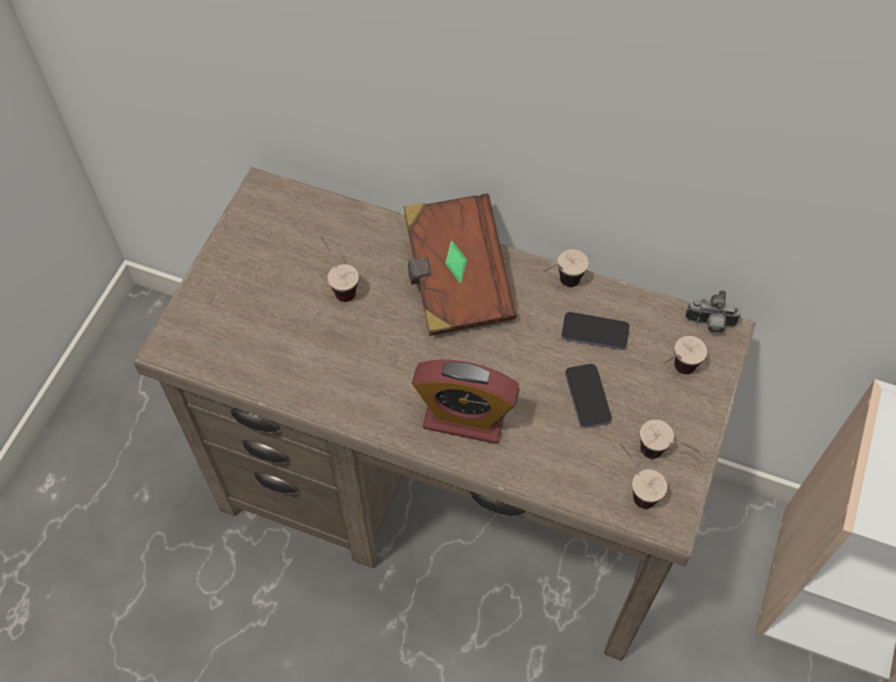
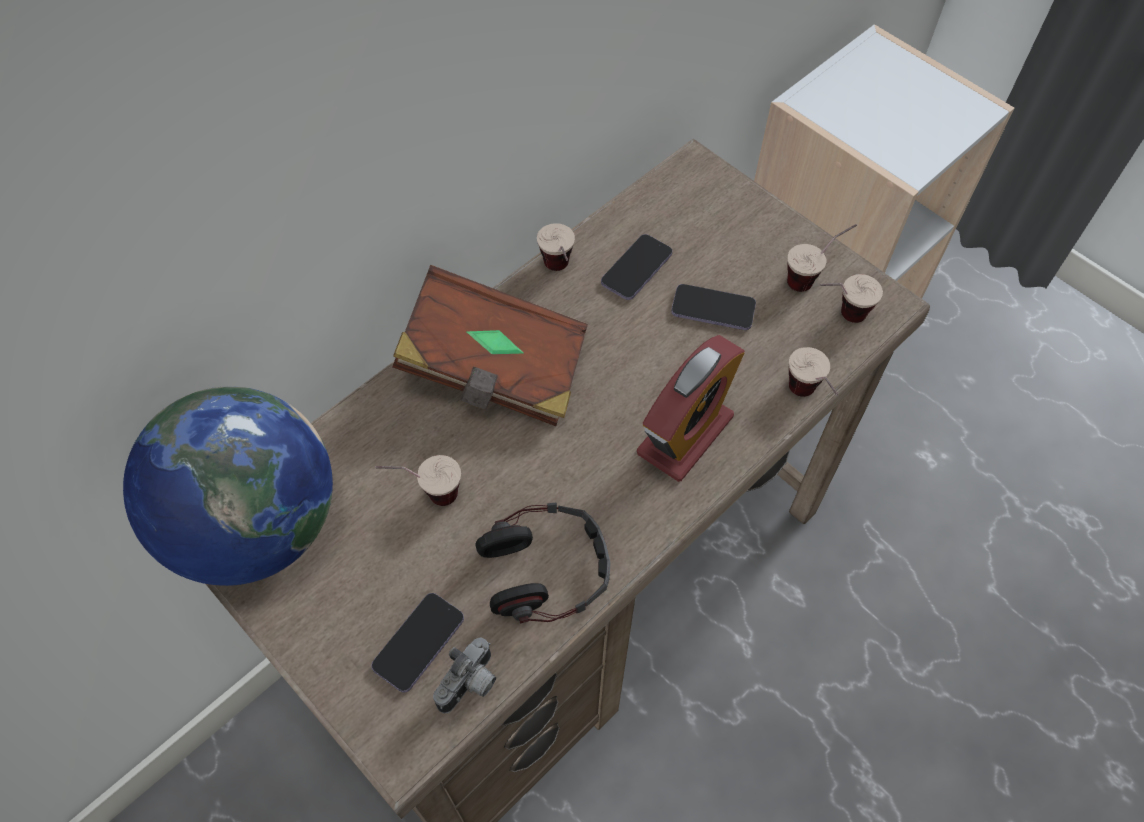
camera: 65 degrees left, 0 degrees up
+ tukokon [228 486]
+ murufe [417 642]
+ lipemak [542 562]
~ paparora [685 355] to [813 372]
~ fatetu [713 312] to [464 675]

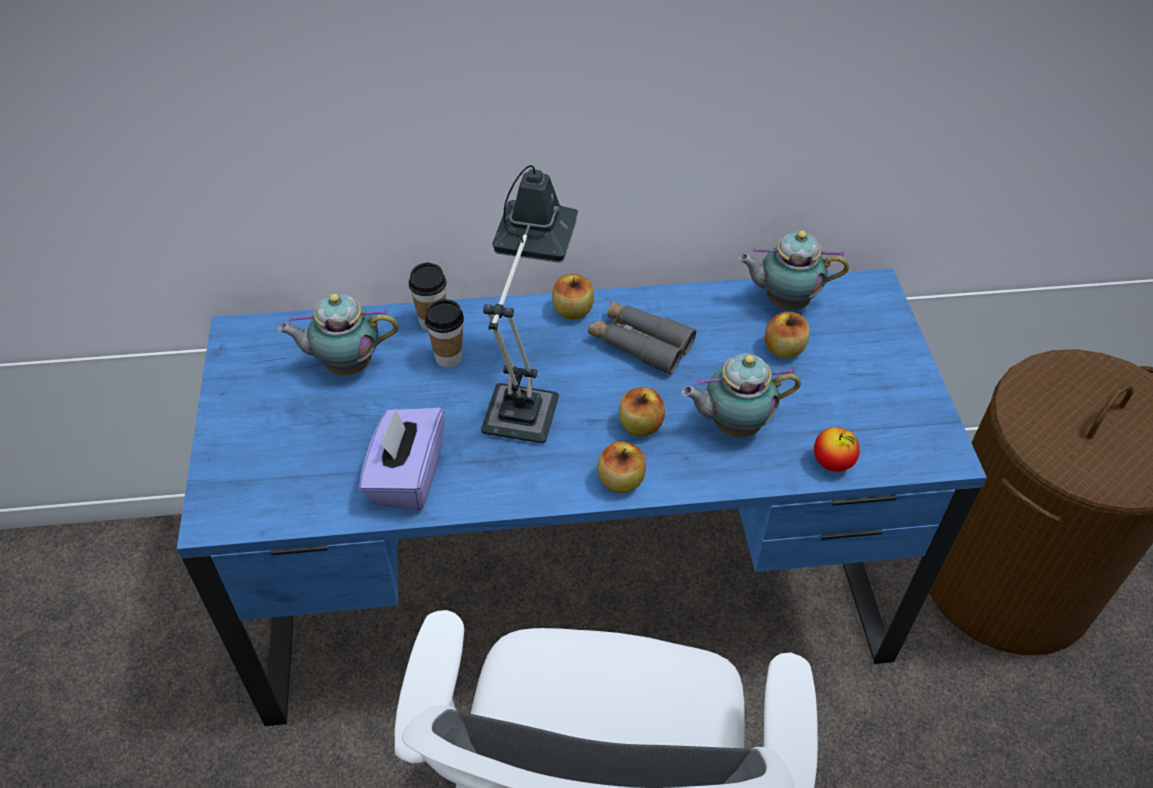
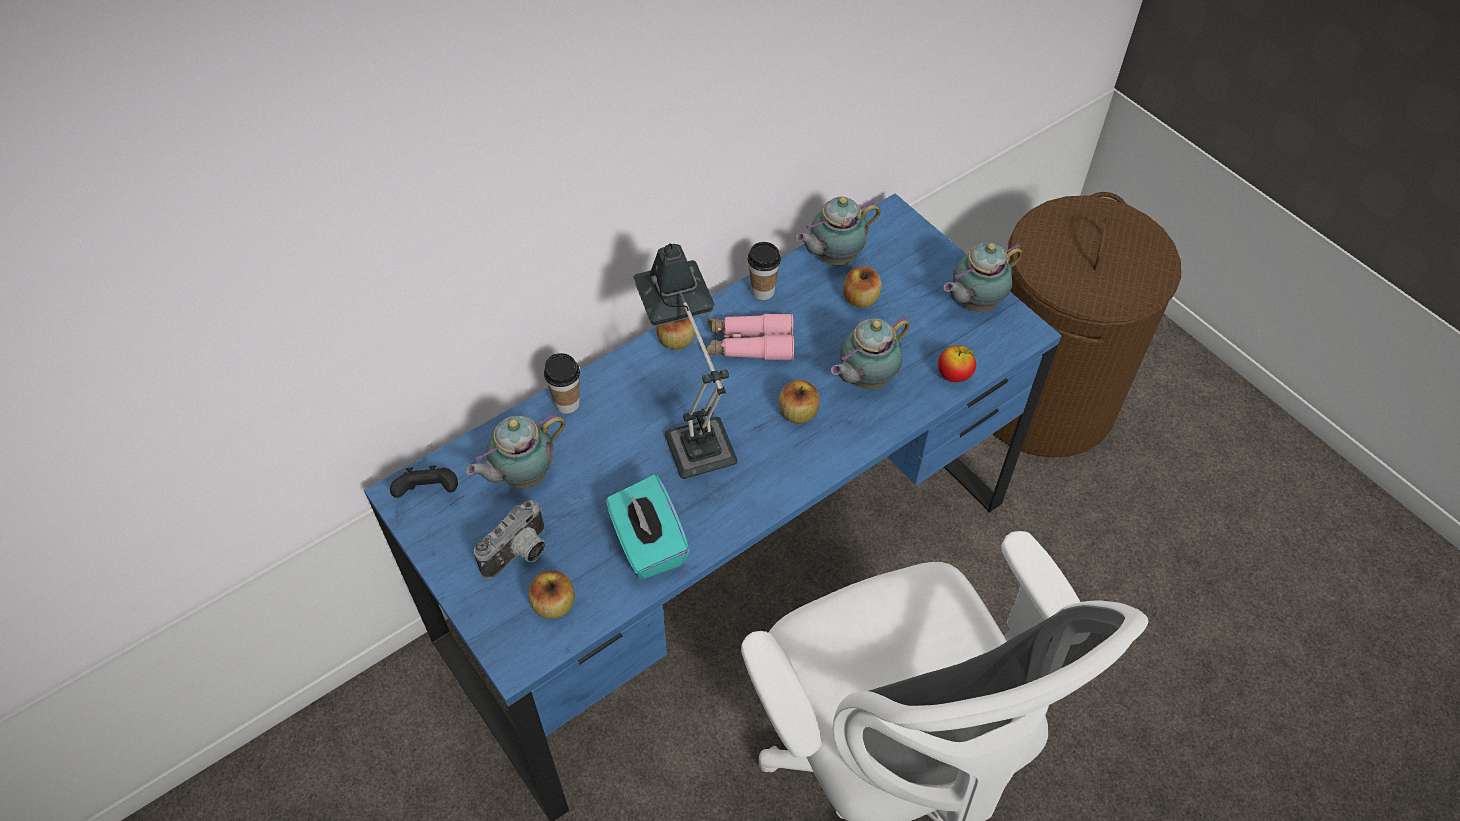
camera: 30 degrees left, 5 degrees up
+ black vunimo [424 482]
+ fatetu [509 539]
+ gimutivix [982 277]
~ paparora [444 333] to [764 271]
~ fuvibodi [621 467] to [551 595]
~ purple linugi [401 459] to turquoise linugi [648 527]
~ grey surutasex [642 337] to pink surutasex [750 337]

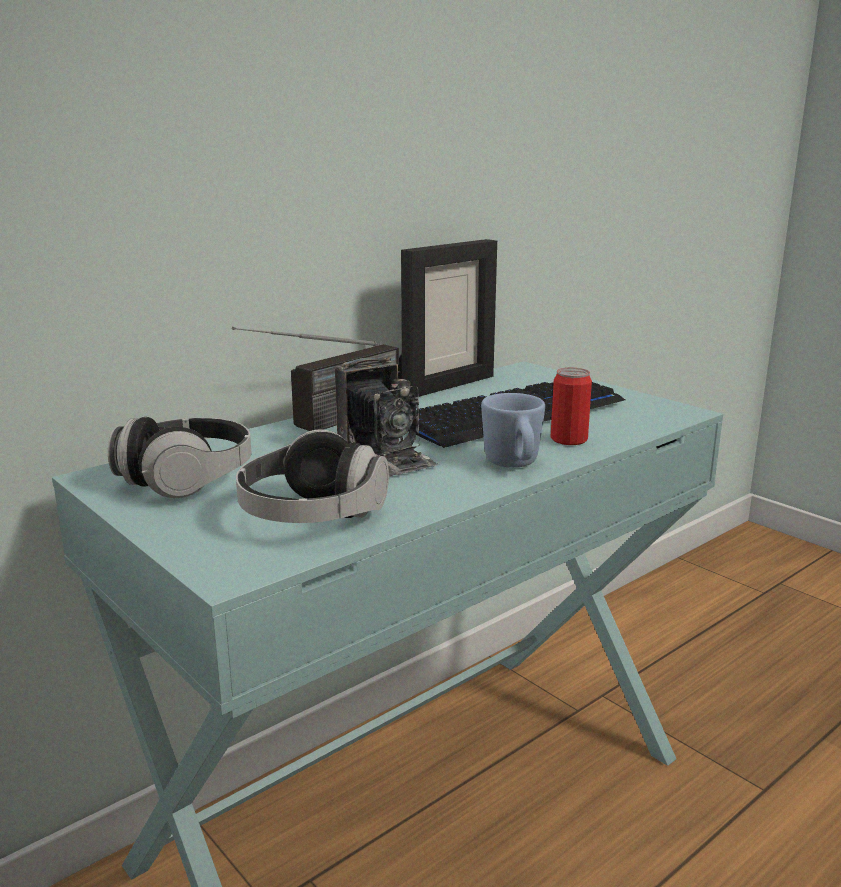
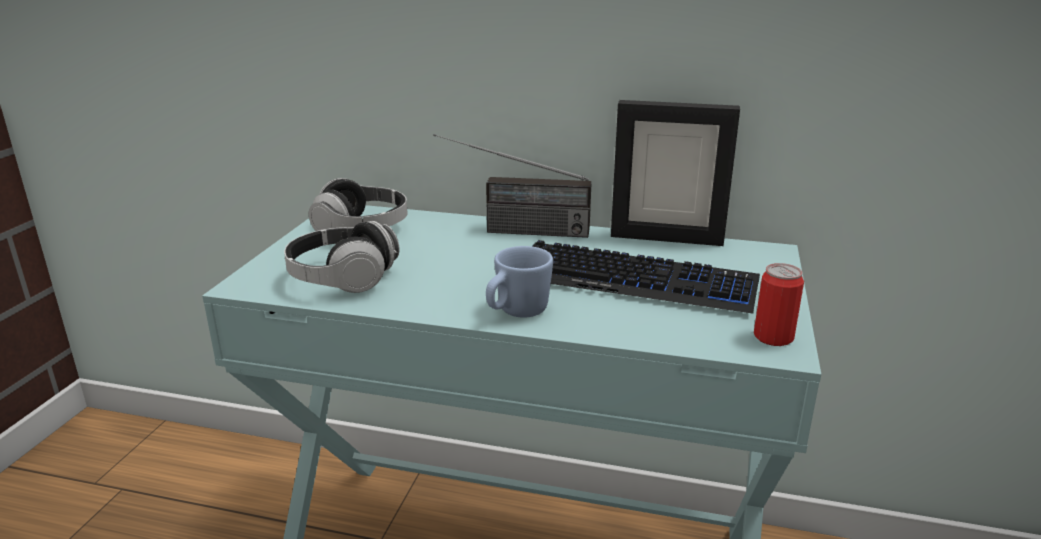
camera: 55 degrees right, 5 degrees up
- fatetu [387 417]
~ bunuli [571 406] to [779 304]

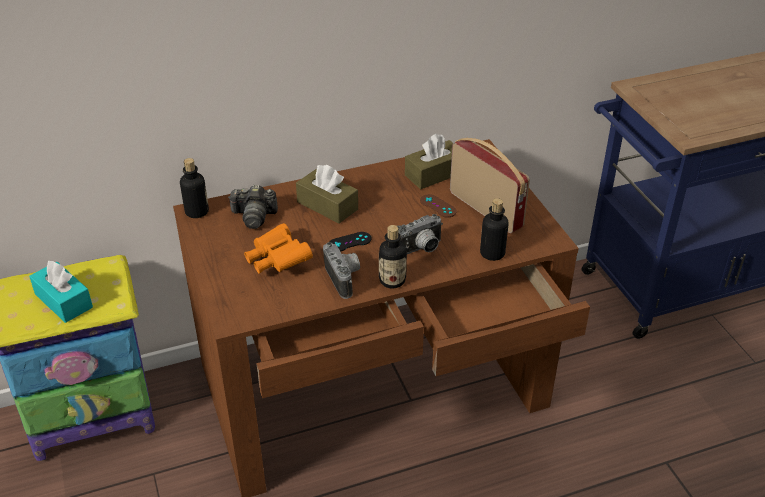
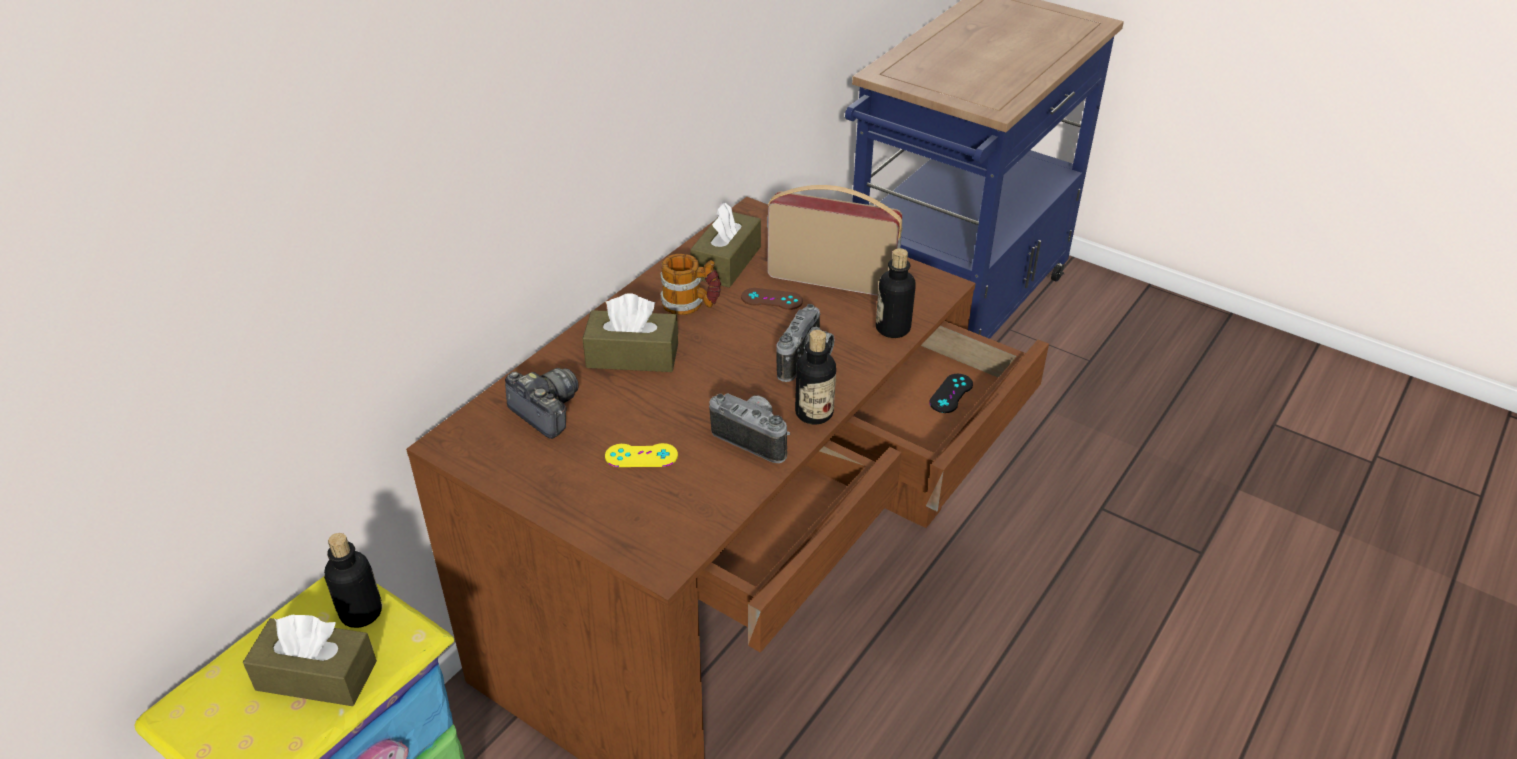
camera: 35 degrees left, 0 degrees up
+ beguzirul [690 284]
~ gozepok [194 188] to [353 580]
~ black vunimo [350 242] to [951 393]
~ orange surutasex [278 248] to yellow vunimo [641 455]
~ turquoise linugi [61 291] to brown linugi [310 660]
~ fatetu [253 207] = [541 403] 105 degrees counterclockwise

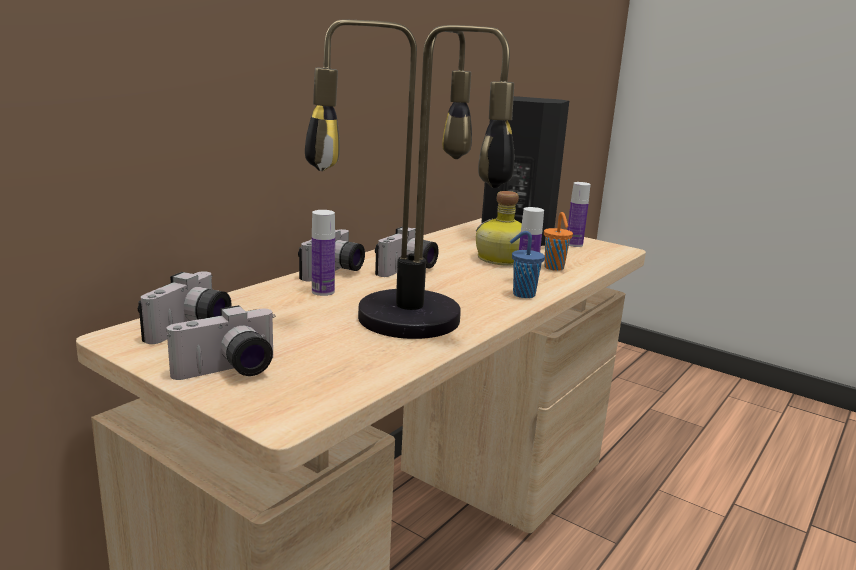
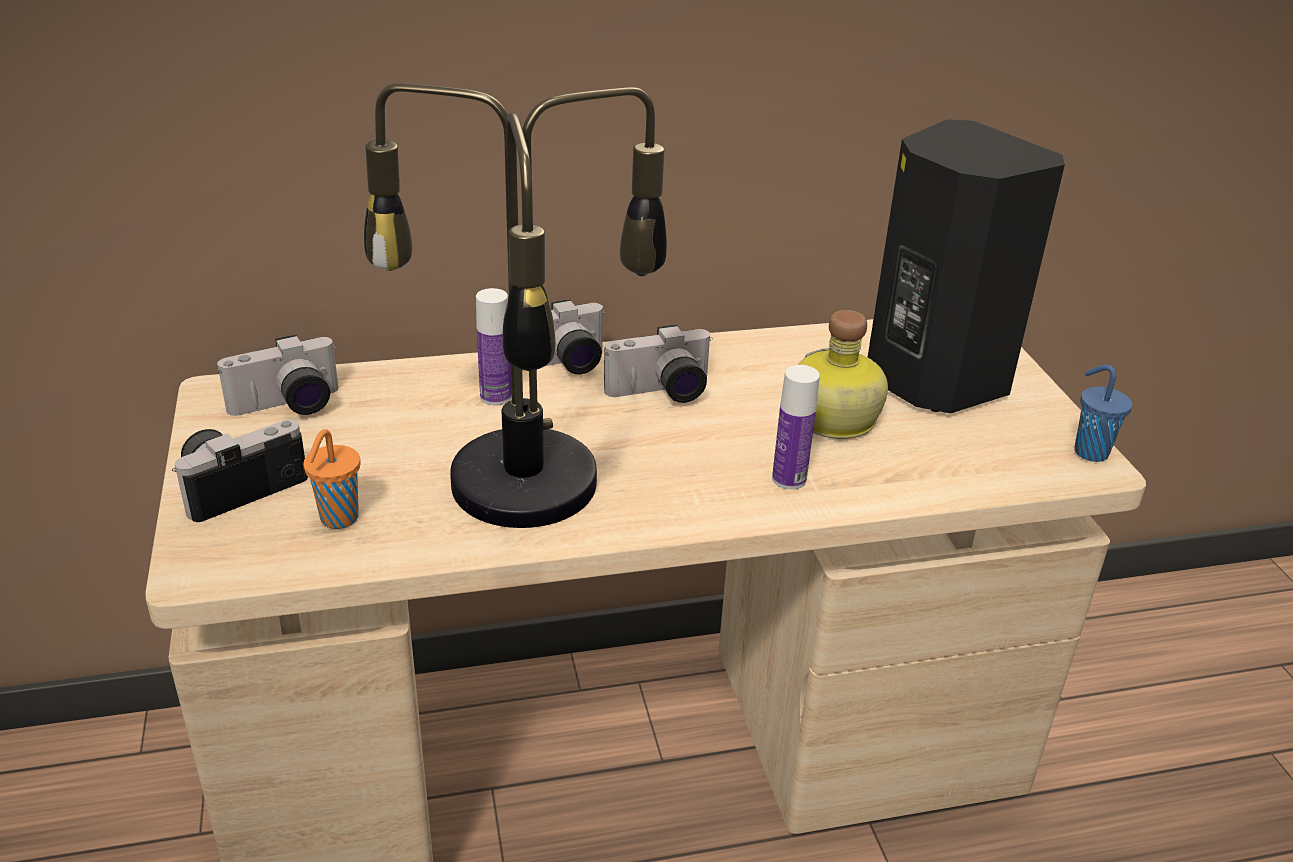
camera: 40 degrees right, 15 degrees up
- gozepok [579 214]
~ blue paparora [527 264] to [1103 413]
~ orange paparora [558 241] to [331 479]
~ fatetu [220 342] = [240 471] 135 degrees clockwise

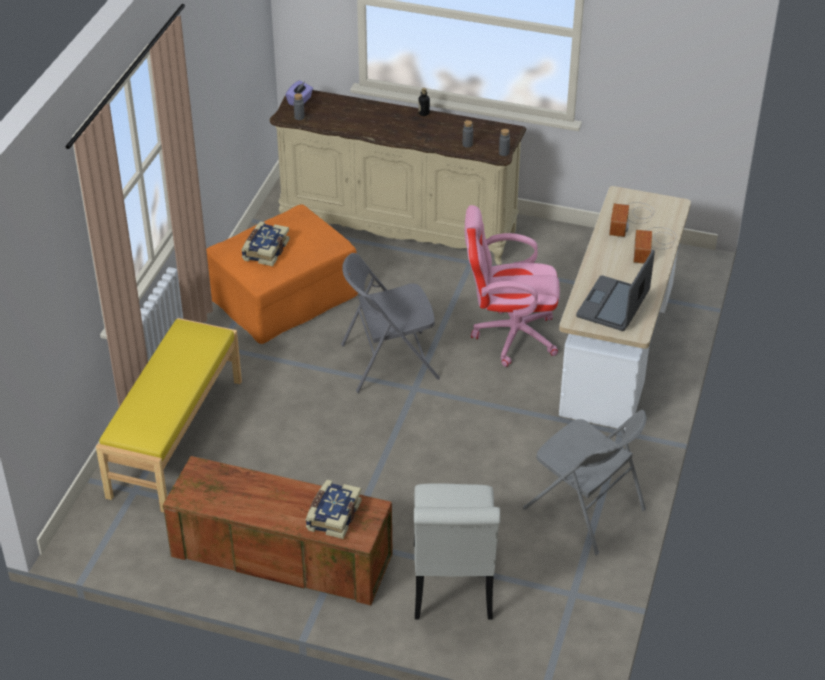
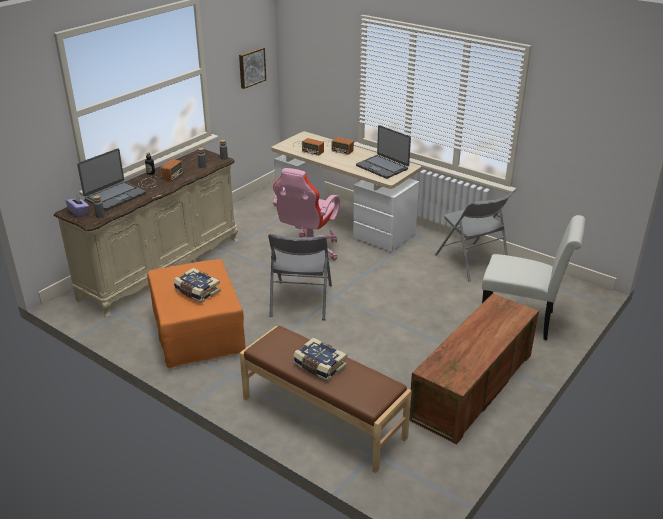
camera: 70 degrees left, 10 degrees down
+ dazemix [111 179]
+ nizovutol [160 173]
+ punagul [252 68]
~ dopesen [334 509] to [320 359]
~ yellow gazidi [169 415] to brown gazidi [326 399]
~ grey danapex [585 482] = [473 237] 90 degrees clockwise

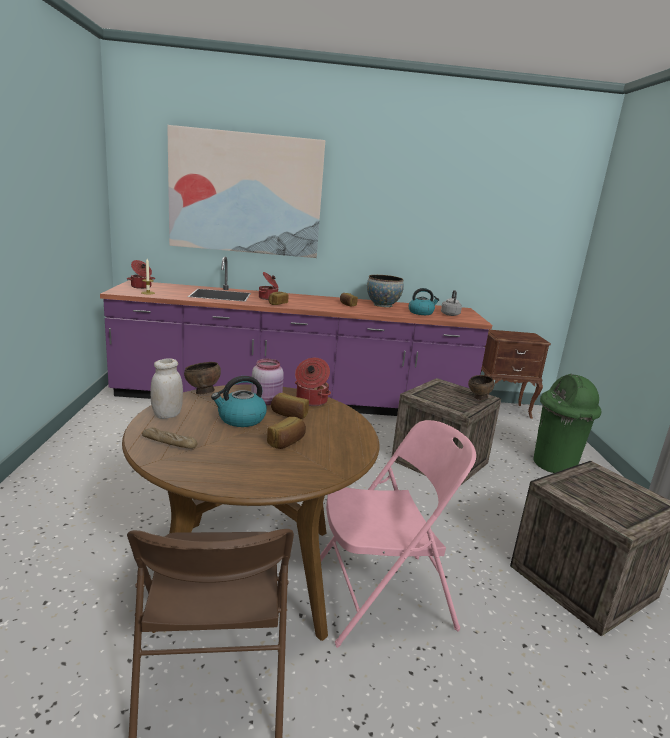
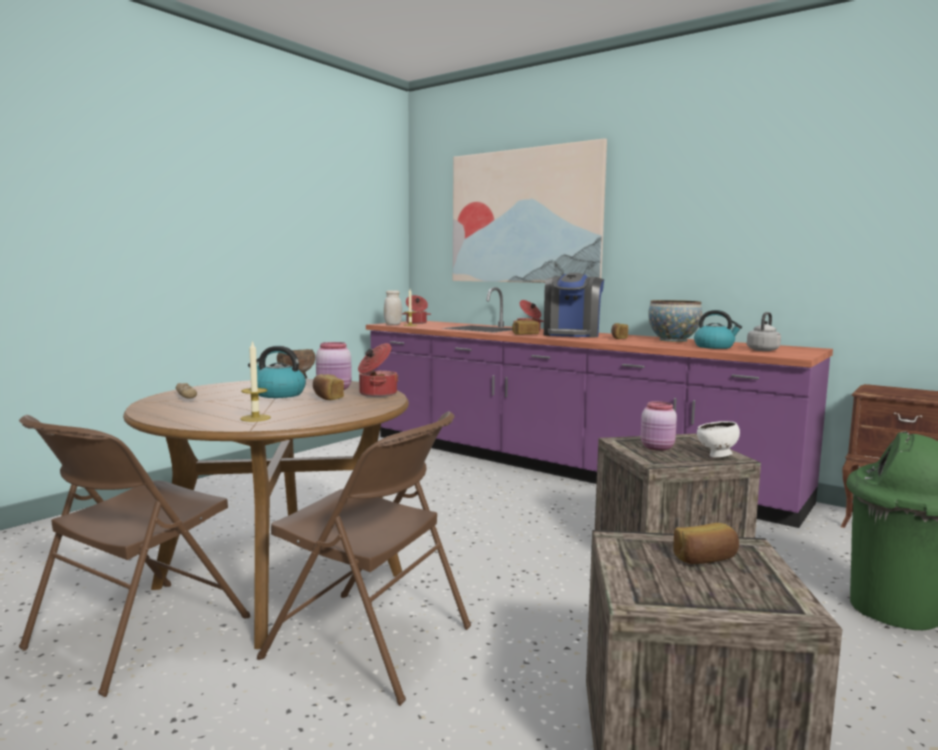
camera: 40 degrees right, 10 degrees down
+ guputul [255 381]
+ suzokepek [574 305]
+ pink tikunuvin [659 426]
~ white tikunuvin [167 388] to [393 307]
~ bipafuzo [286 433] to [706 543]
~ pink danapex [398 534] to brown danapex [364 558]
~ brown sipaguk [481 387] to white sipaguk [718 439]

